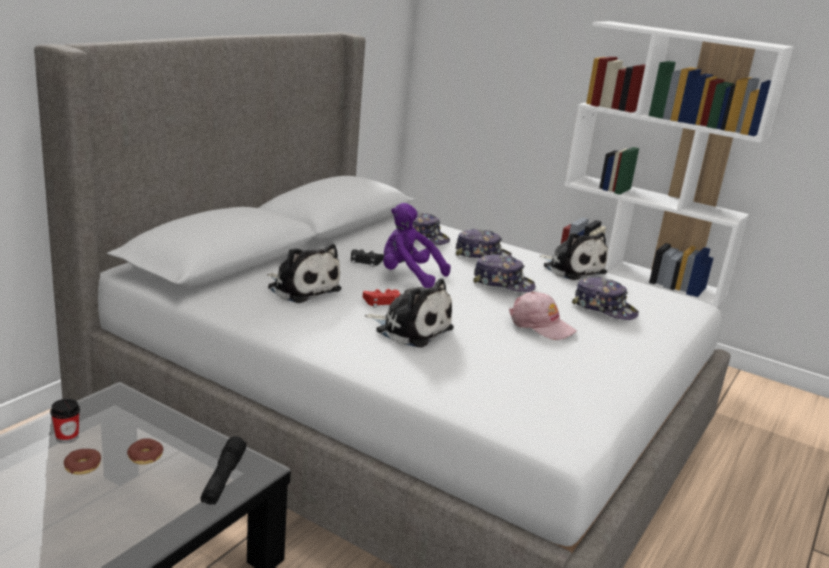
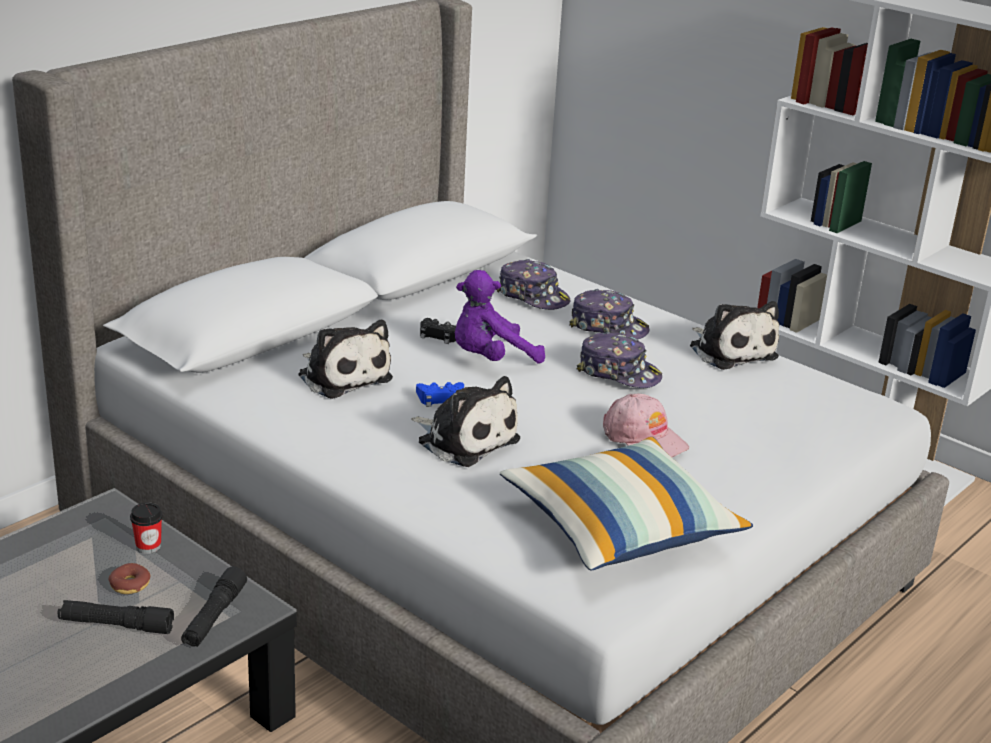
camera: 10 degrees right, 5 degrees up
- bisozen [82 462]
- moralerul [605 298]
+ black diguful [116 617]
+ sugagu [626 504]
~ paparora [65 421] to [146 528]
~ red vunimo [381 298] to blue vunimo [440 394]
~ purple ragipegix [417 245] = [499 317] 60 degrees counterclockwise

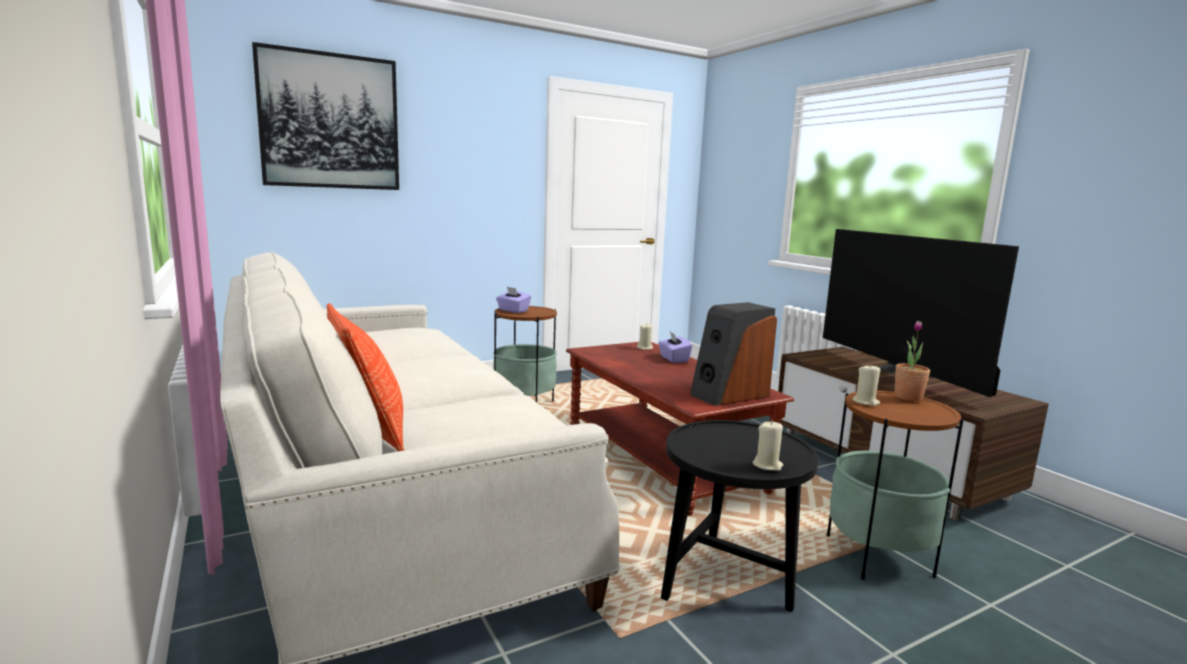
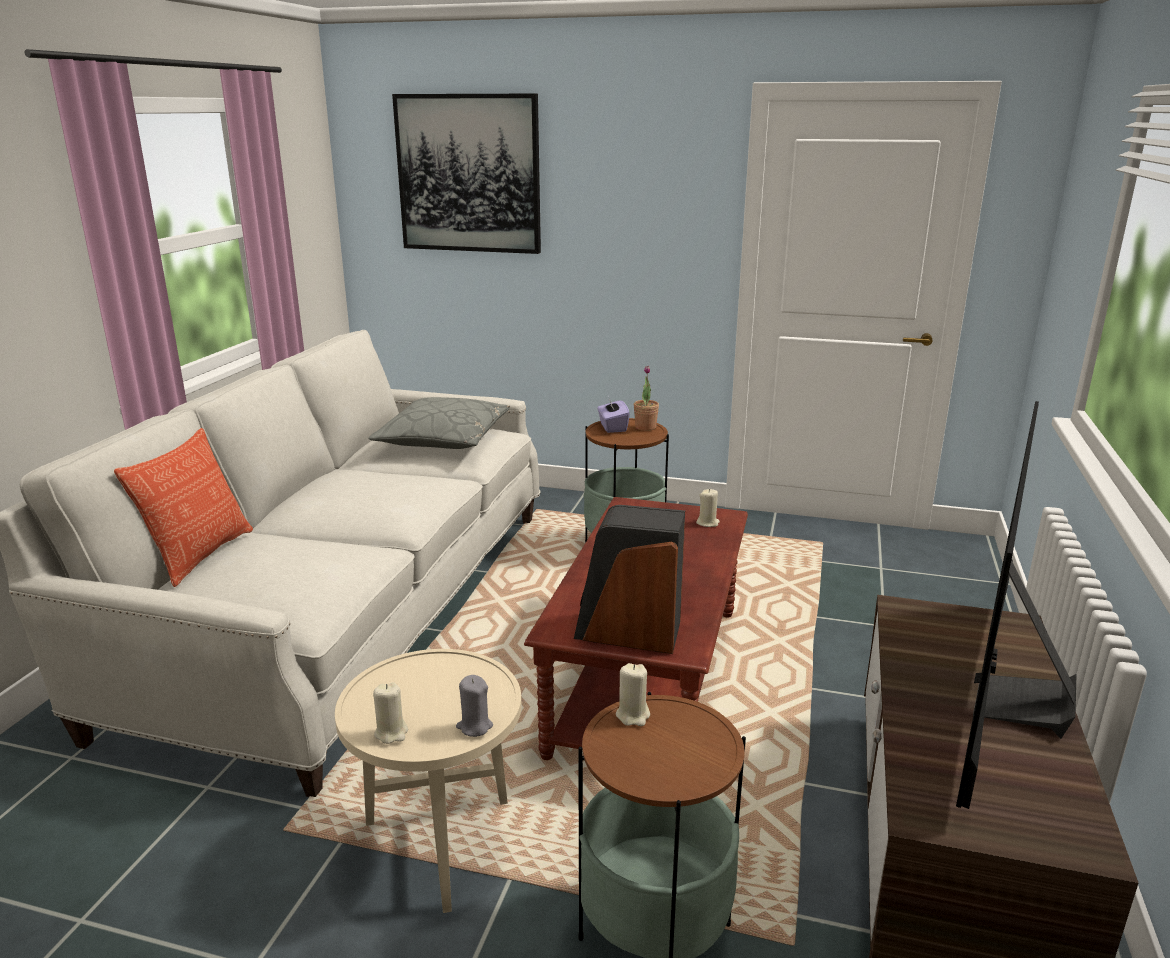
camera: 45 degrees right, 10 degrees up
- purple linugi [675 347]
+ grey sugagu [439 423]
+ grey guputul [474 706]
~ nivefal [912 361] to [646 398]
~ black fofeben [740 516] to beige fofeben [428 781]

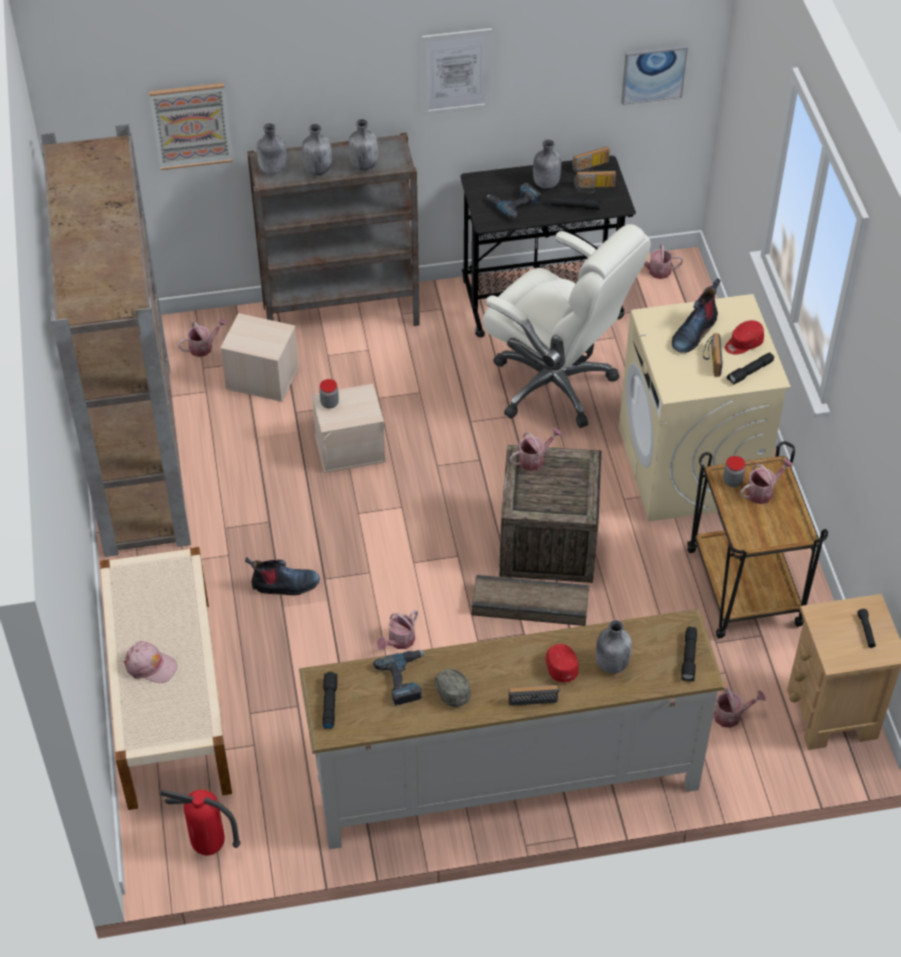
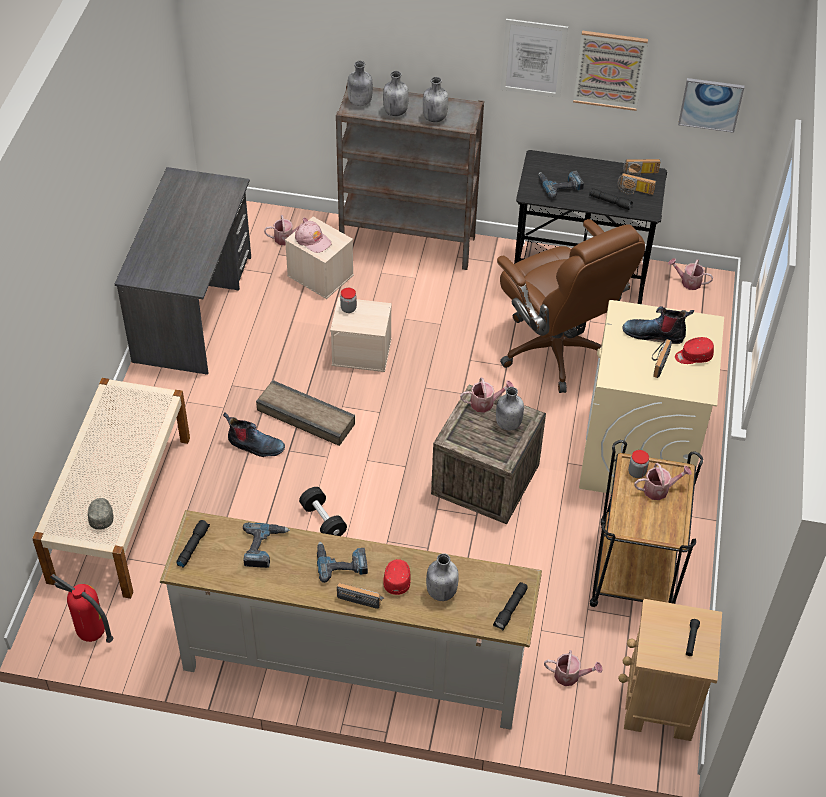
camera: 20 degrees right, 0 degrees up
- black diguful [750 368]
+ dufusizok [342 562]
~ pink moralerul [151 662] to [313 237]
~ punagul [191 126] to [610 71]
~ grey moralerul [453 688] to [100 514]
~ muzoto [530 600] to [305 413]
~ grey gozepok [547 164] to [510 409]
~ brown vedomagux [115 340] to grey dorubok [183 271]
~ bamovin [397 629] to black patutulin [323 511]
~ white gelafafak [567 326] to brown gelafafak [571 306]
~ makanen [696 315] = [658 325] 45 degrees clockwise

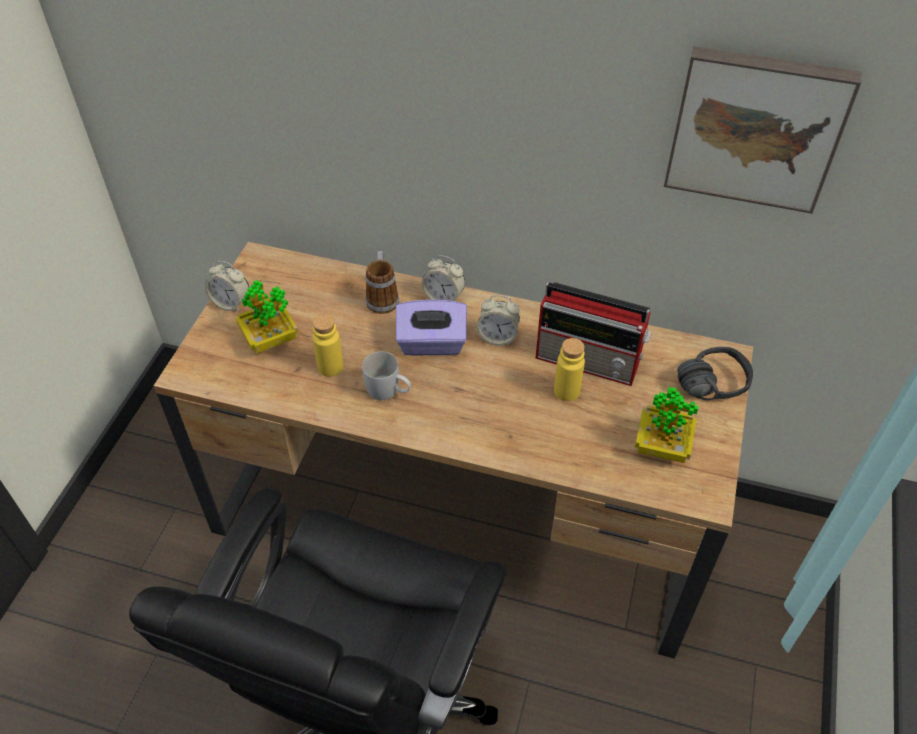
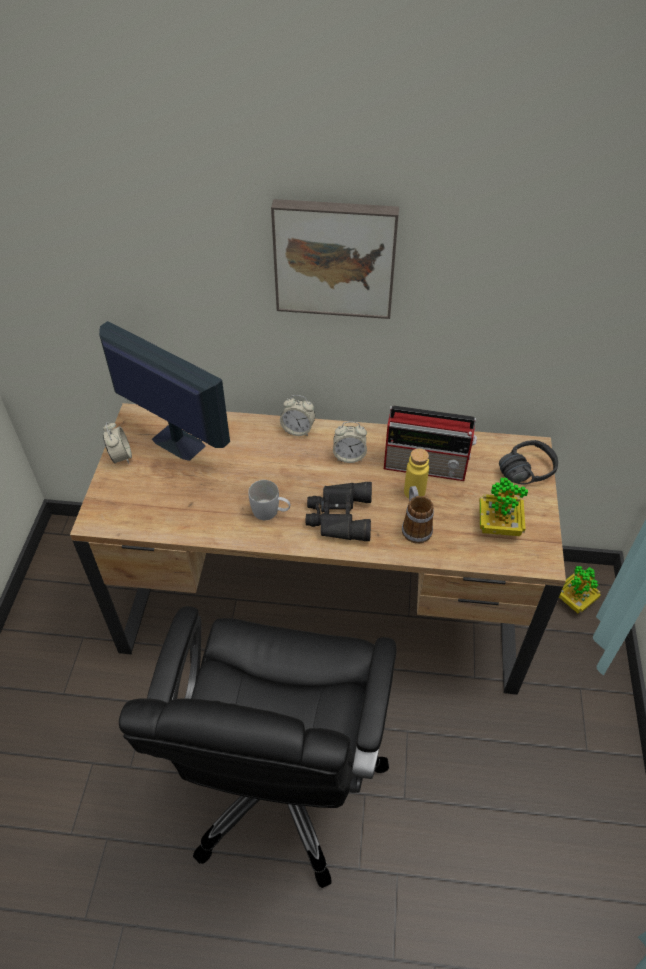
camera: 10 degrees left, 0 degrees up
- yellow gozepok [327 345]
- purple linugi [431 328]
+ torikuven [164 391]
+ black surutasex [339 511]
~ nivefal [267 316] to [580 589]
~ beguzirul [382 282] to [418 514]
~ punagul [763 130] to [335 259]
~ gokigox [227 286] = [117 443] 120 degrees counterclockwise

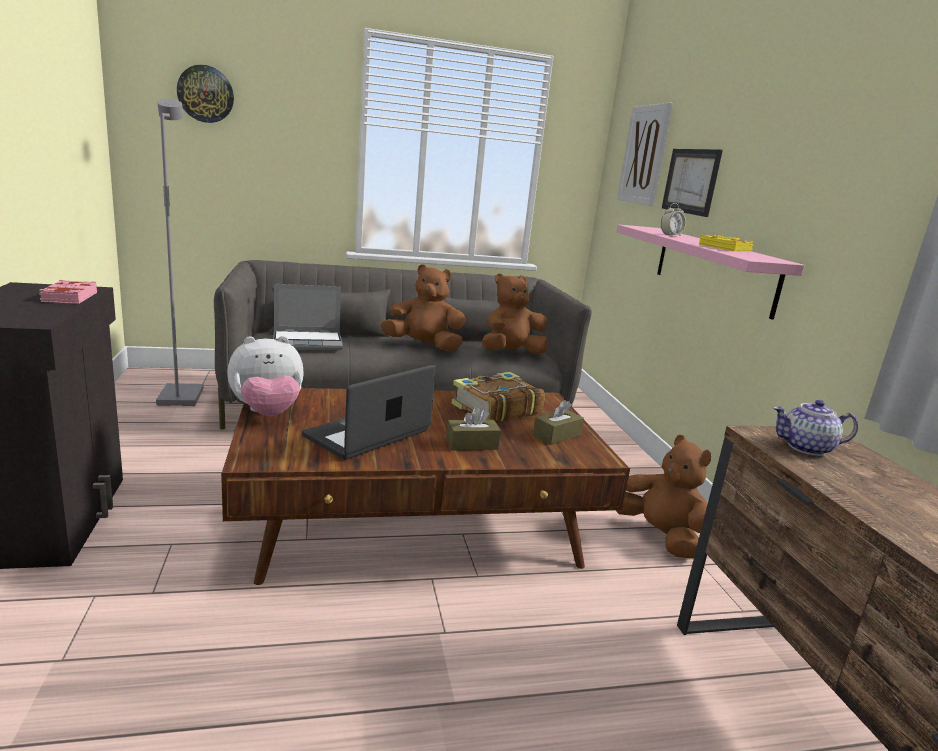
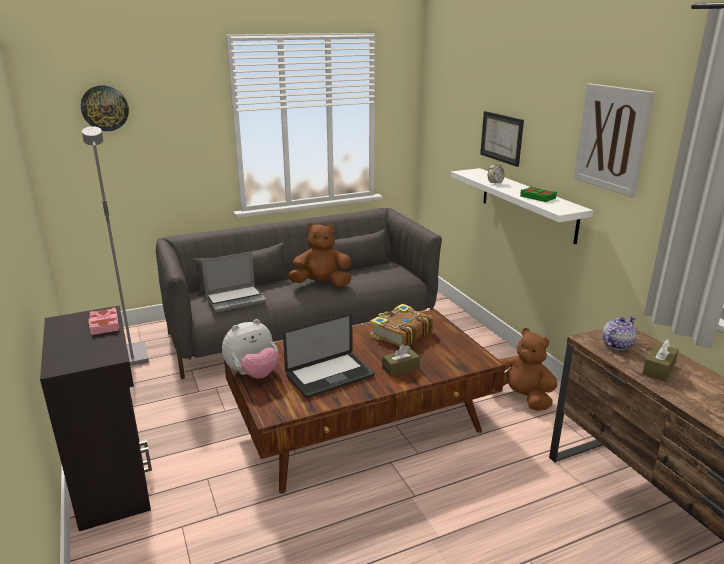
camera: 10 degrees left, 5 degrees up
- brown ragipegix [515 313]
~ brown linugi [558 422] to [660 360]
~ punagul [645 154] to [614 140]
~ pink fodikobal [710 272] to white fodikobal [522 206]
~ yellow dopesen [726 243] to green dopesen [538 194]
~ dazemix [369 412] = [329 356] 150 degrees counterclockwise
~ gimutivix [815 428] = [619 333] 150 degrees clockwise

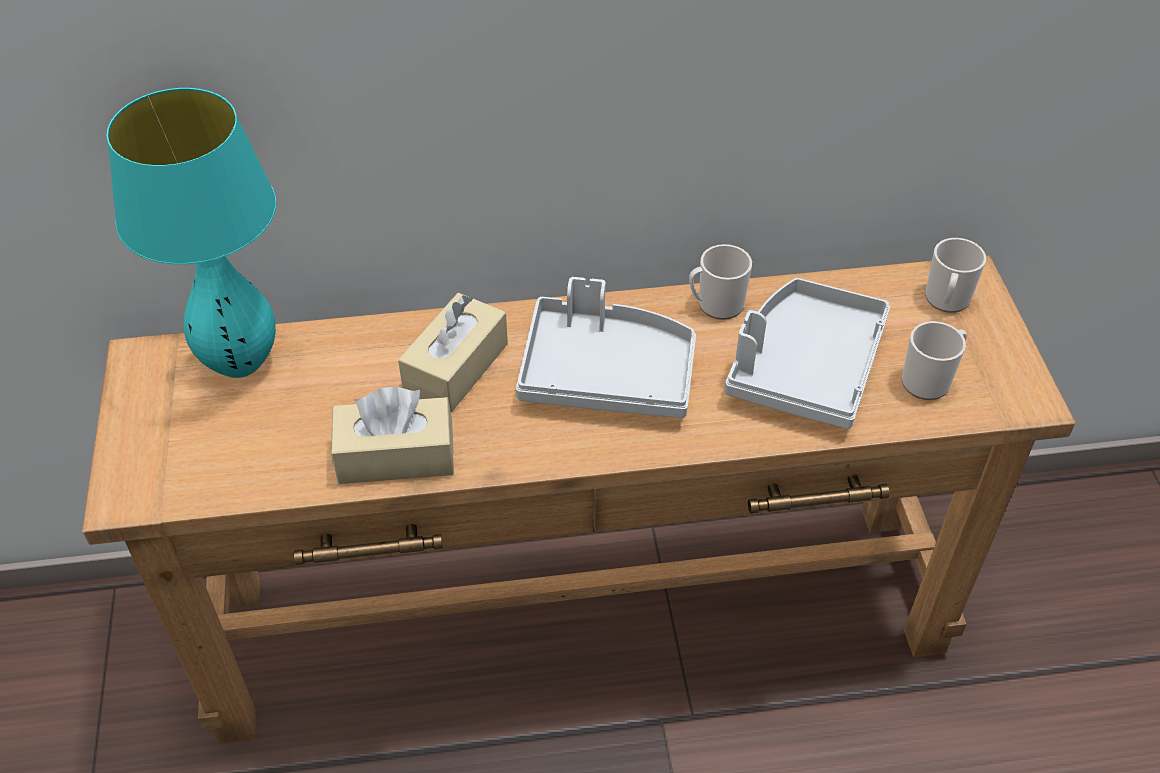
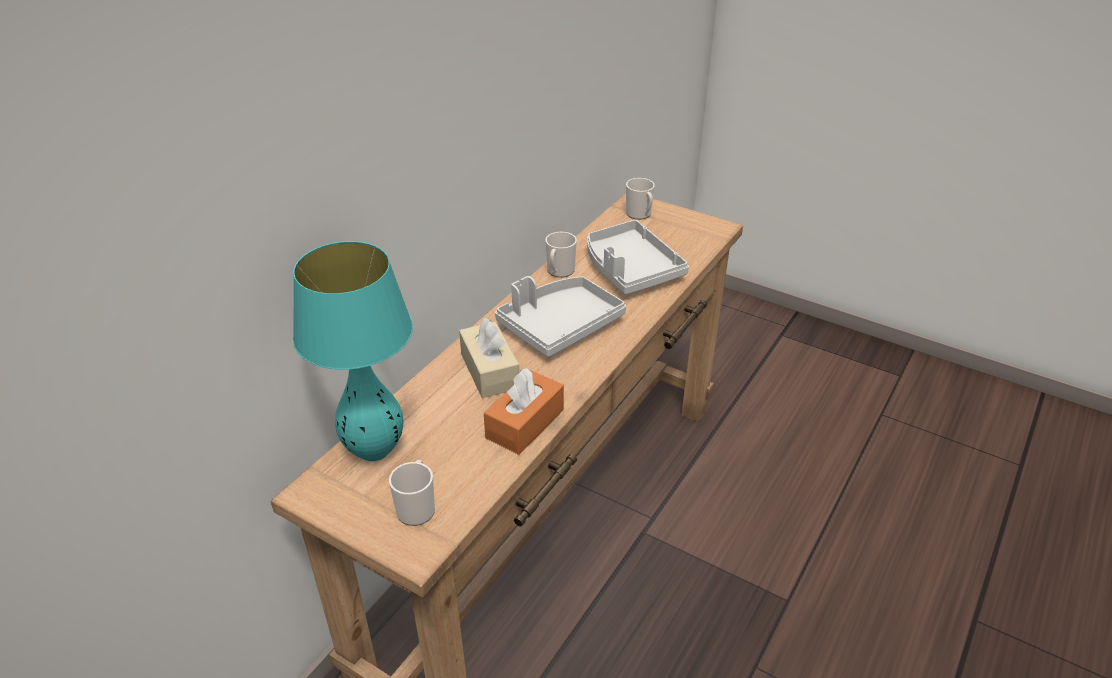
camera: 50 degrees left, 10 degrees down
~ beguzirul [934 360] to [412 493]
~ beige linugi [392 435] to orange linugi [524 411]

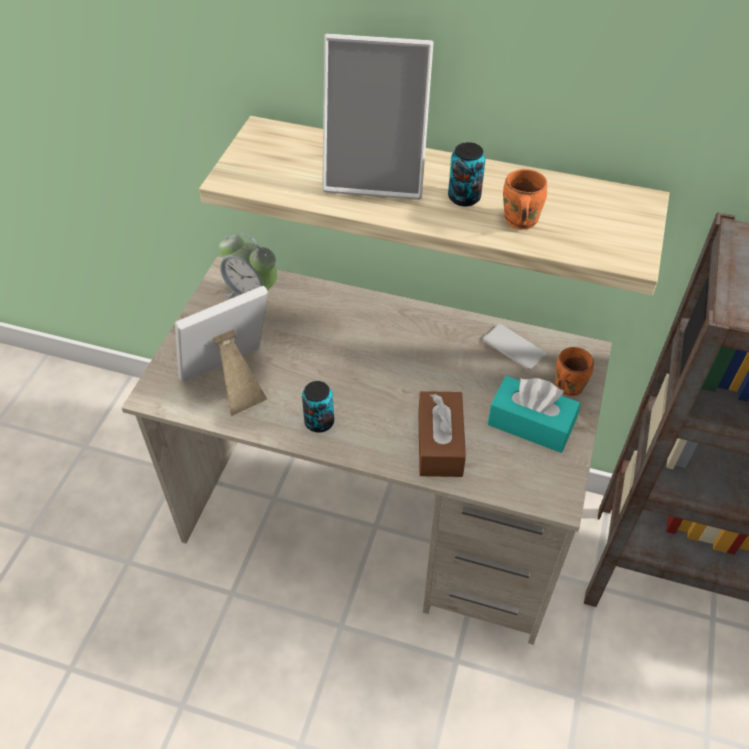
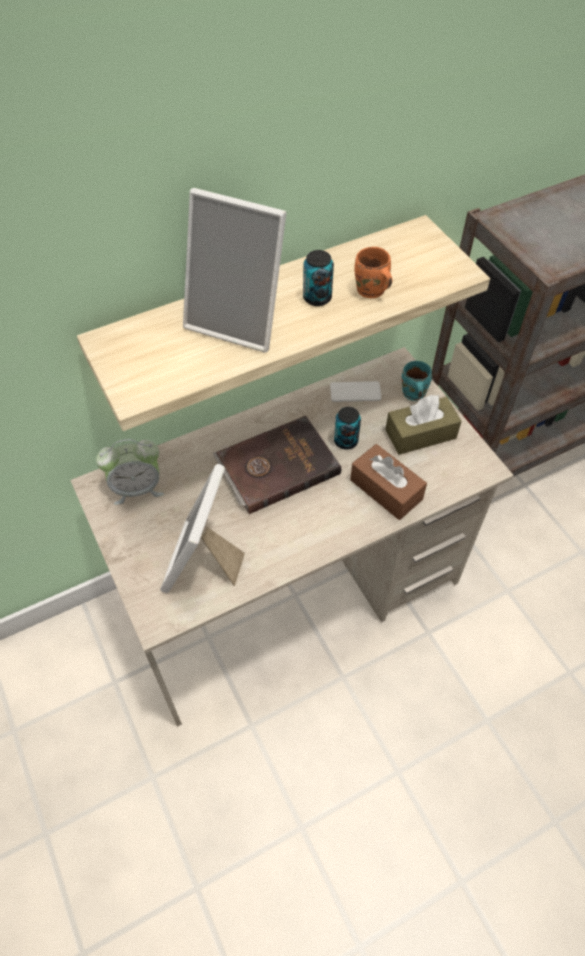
camera: 45 degrees left, 5 degrees up
+ brown dopesen [277 465]
~ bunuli [318 407] to [347 428]
~ turquoise linugi [534 414] to brown linugi [423 425]
~ orange beguzirul [574 371] to turquoise beguzirul [417 381]
~ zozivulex [377 117] = [235 270] 60 degrees clockwise

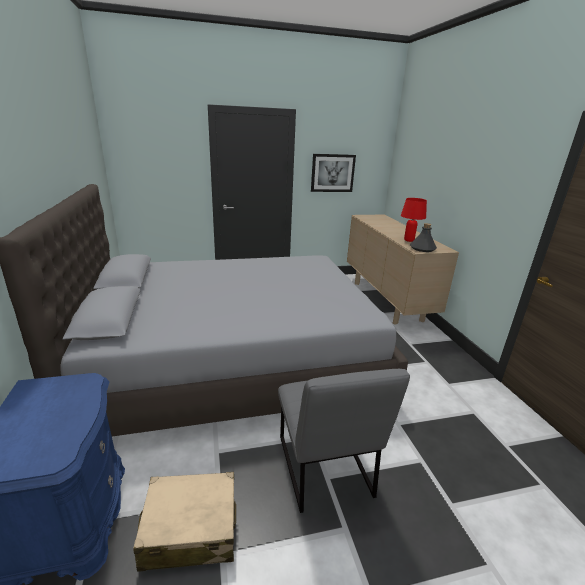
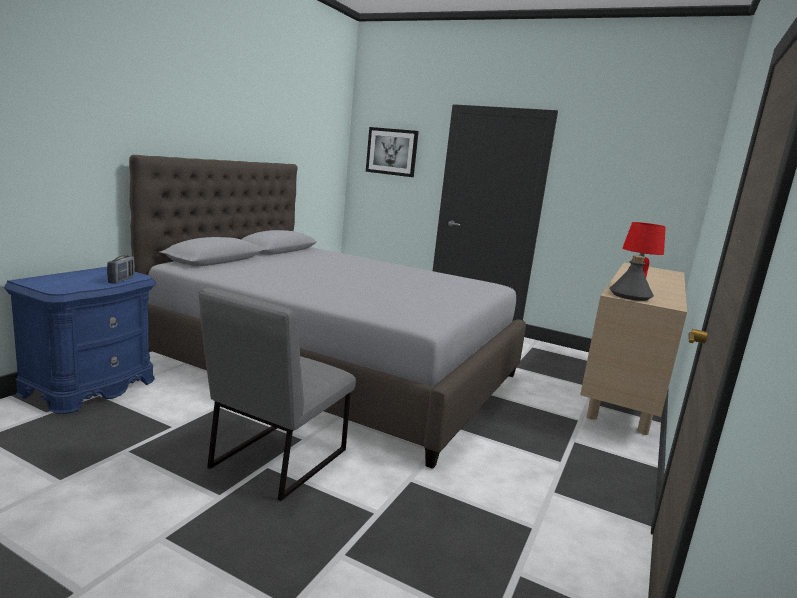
camera: 40 degrees right, 10 degrees down
- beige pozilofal [184 522]
+ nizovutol [121 269]
~ punagul [333 173] to [392 152]

